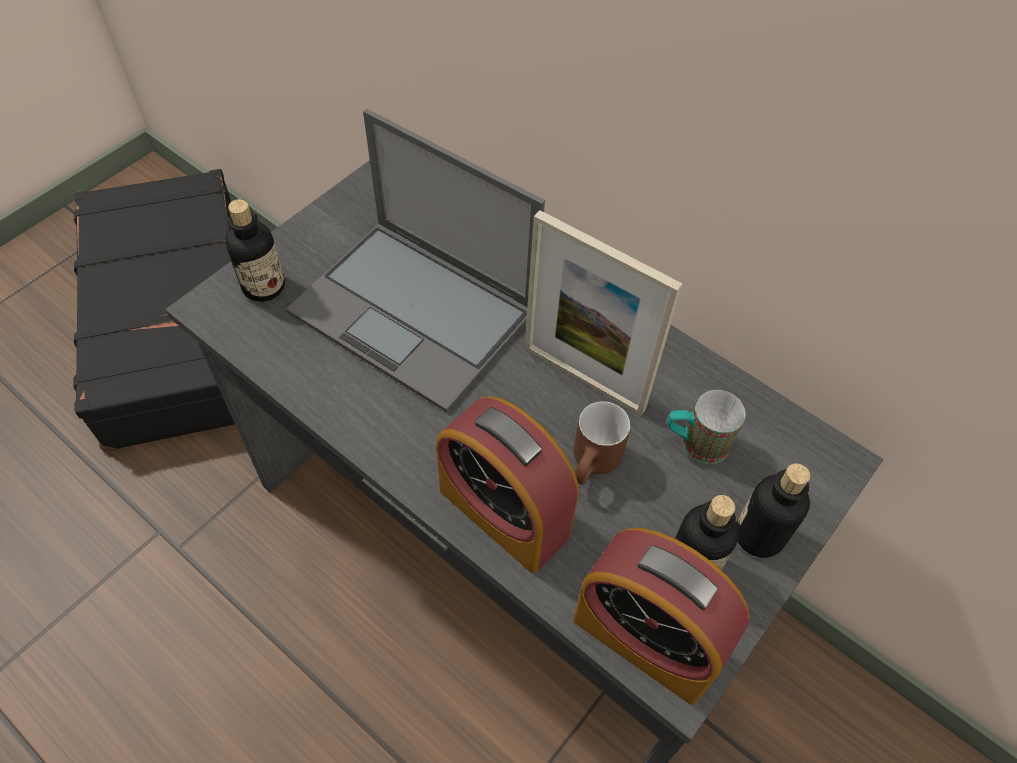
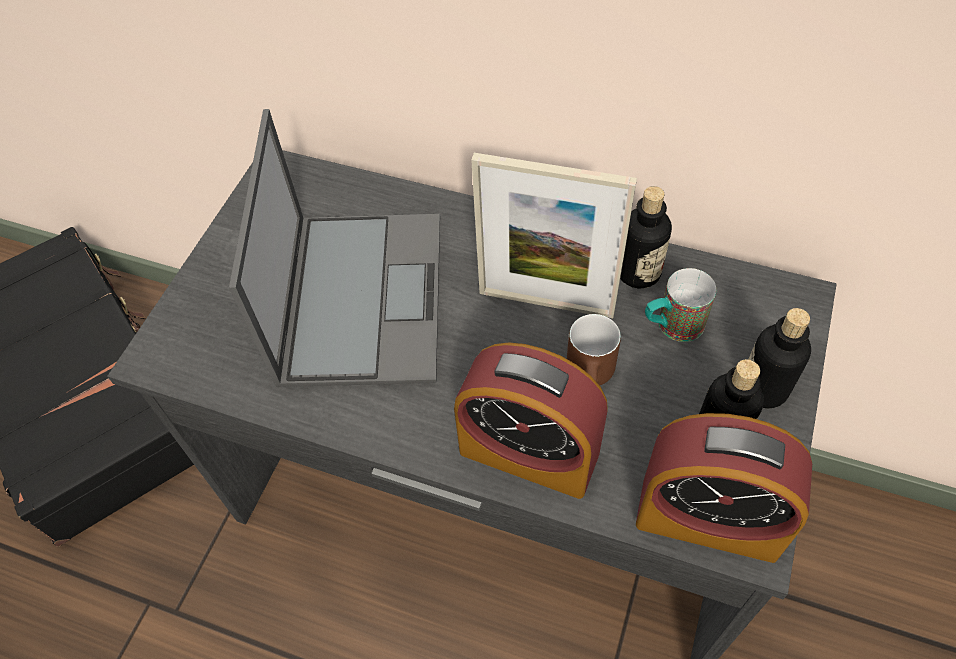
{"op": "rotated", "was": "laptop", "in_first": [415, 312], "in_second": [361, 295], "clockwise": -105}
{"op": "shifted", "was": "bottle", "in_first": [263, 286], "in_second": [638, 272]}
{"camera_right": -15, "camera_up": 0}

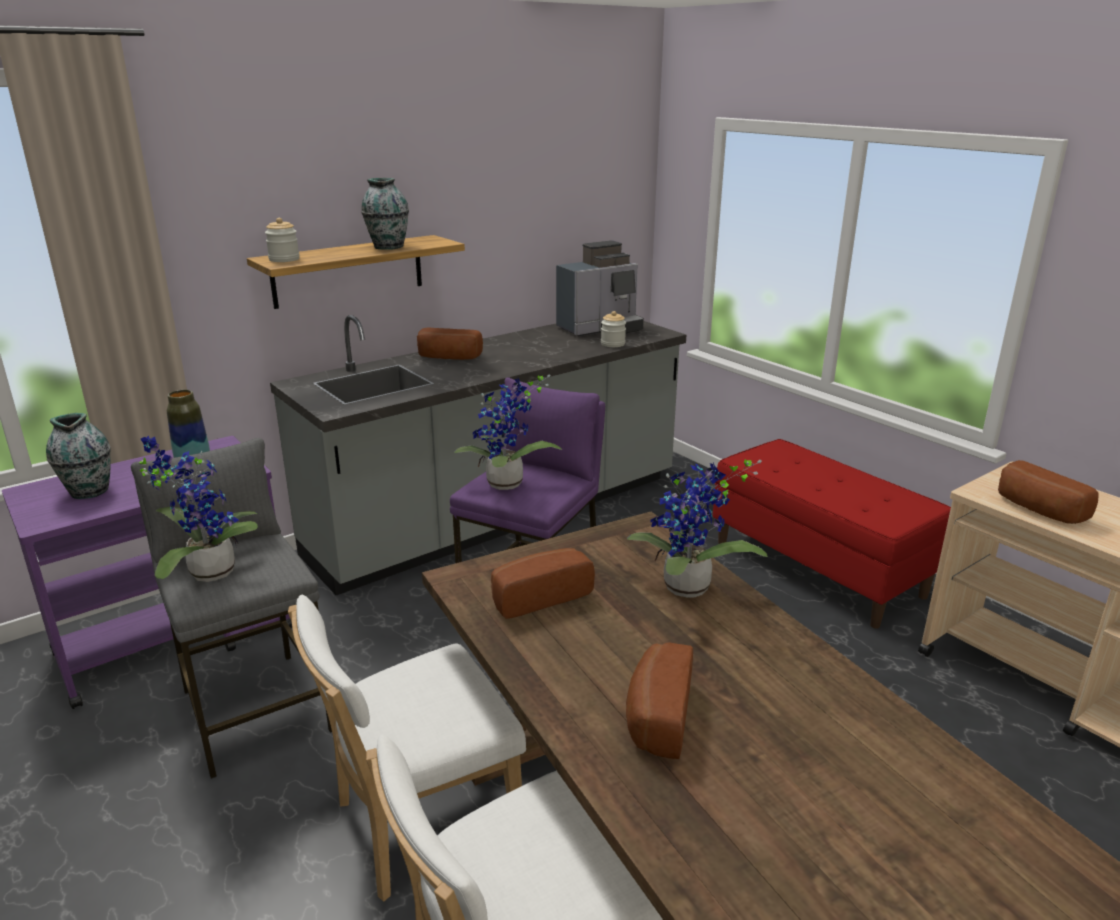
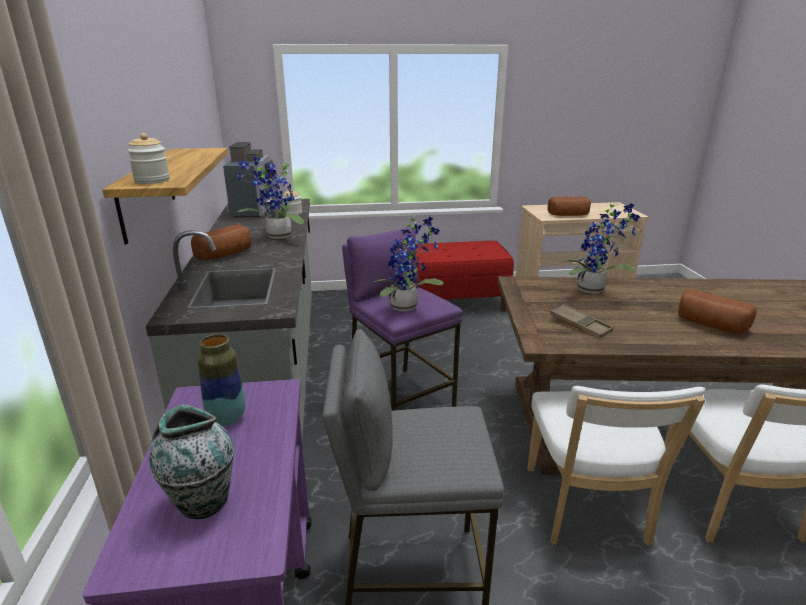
{"op": "gone", "was": "decorative_vase", "in_first": [388, 247]}
{"op": "shifted", "was": "plant_in_a_pot", "in_first": [207, 571], "in_second": [276, 237]}
{"op": "swapped", "was": "baked_bread", "now": "brownish_serving_tray", "in_first": [538, 596], "in_second": [580, 325]}
{"camera_right": -60, "camera_up": 0}

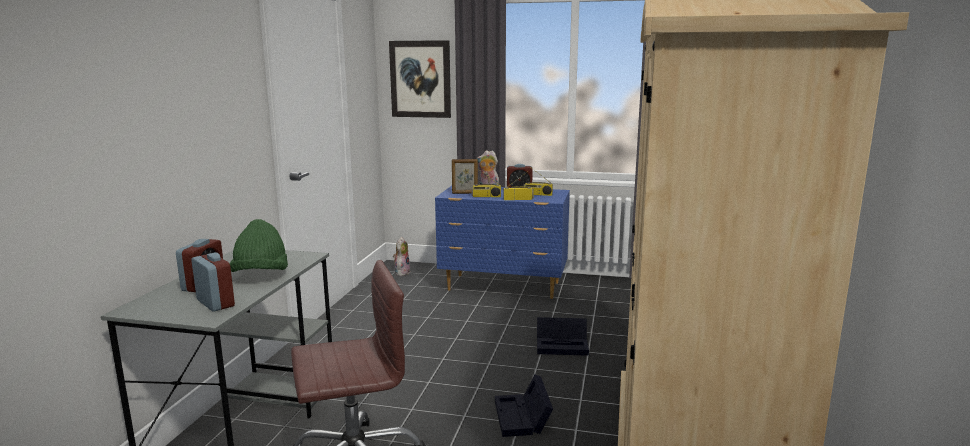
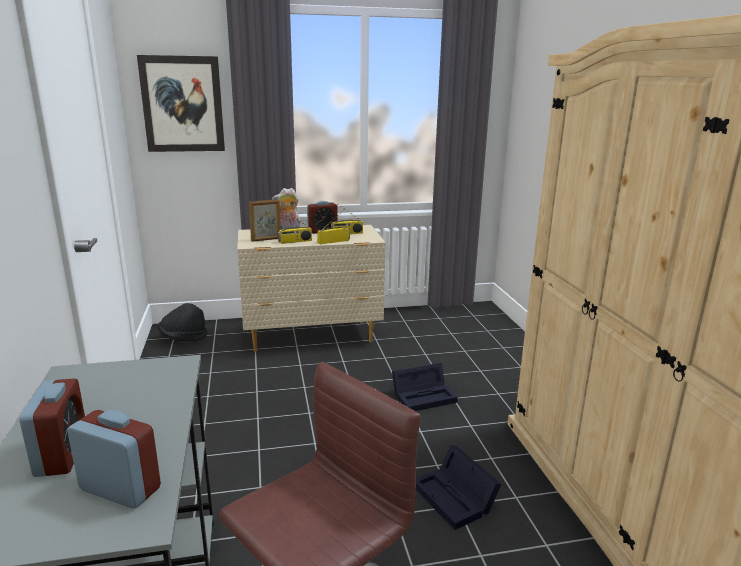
{"op": "repainted", "was": "blue-coloured_dresser", "now": "sand-coloured_dresser", "in_first": [504, 287], "in_second": [313, 337]}
{"op": "gone", "was": "green_clothing_hat", "in_first": [261, 275]}
{"op": "swapped", "was": "cuddly_toy", "now": "black-coloured_clothing_hat", "in_first": [401, 272], "in_second": [183, 338]}
{"camera_right": -25, "camera_up": 5}

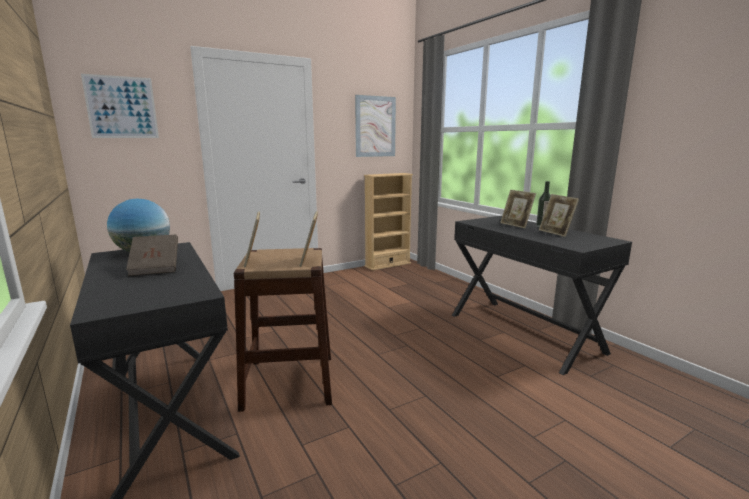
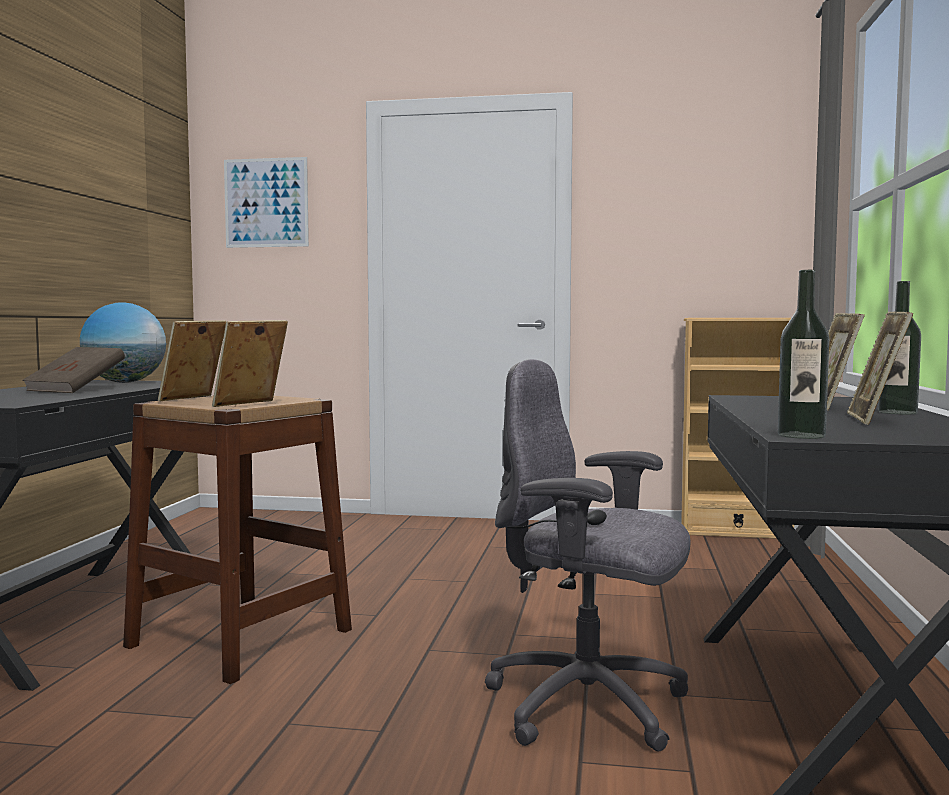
{"op": "gone", "was": "wall_art", "in_first": [375, 126]}
{"op": "new", "now": "bottle", "in_second": [801, 435]}
{"op": "new", "now": "grey_desk_chair", "in_second": [589, 706]}
{"camera_right": 40, "camera_up": -10}

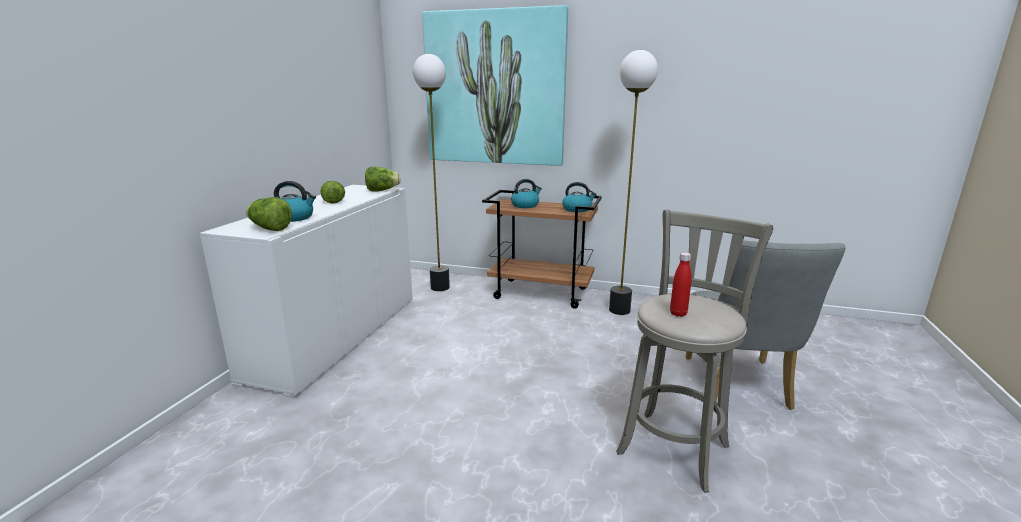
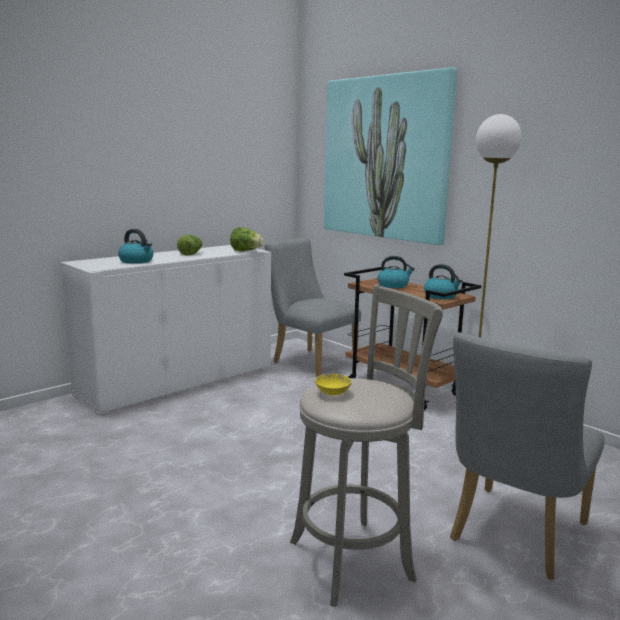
{"op": "swapped", "was": "standard_lamp", "now": "grey_upright_chair", "in_first": [440, 287], "in_second": [309, 362]}
{"op": "gone", "was": "lettuce_head", "in_first": [270, 229]}
{"op": "swapped", "was": "reddish_bottle", "now": "yellowish_bowl", "in_first": [678, 313], "in_second": [332, 393]}
{"camera_right": 30, "camera_up": -5}

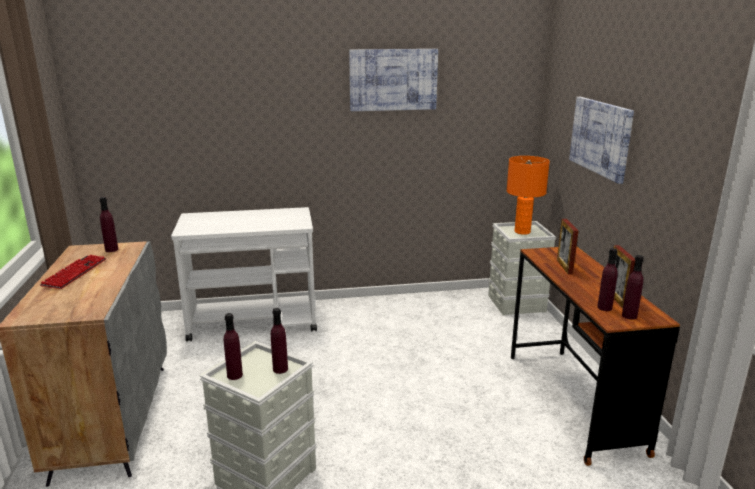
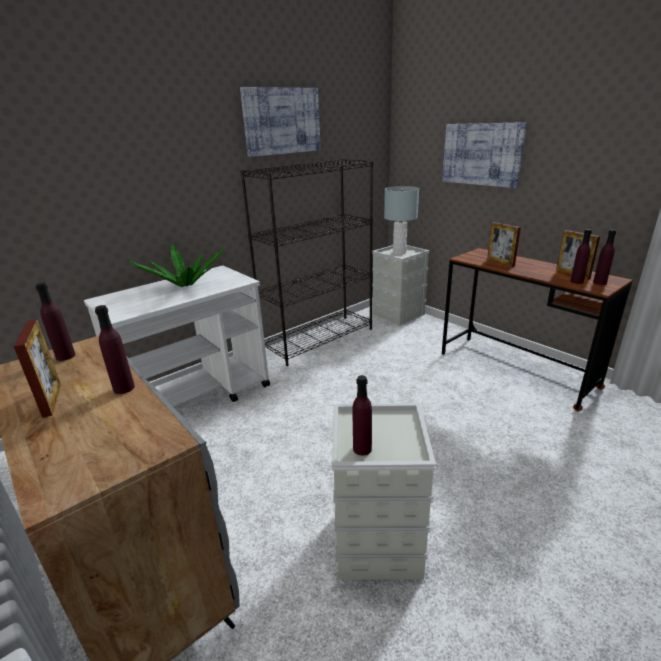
{"op": "repainted", "was": "orangey_lamp_for_a_table", "now": "grey_lamp_for_a_table", "in_first": [522, 232], "in_second": [399, 252]}
{"op": "swapped", "was": "PC_keyboard", "now": "standing_frame", "in_first": [75, 273], "in_second": [52, 399]}
{"op": "shifted", "was": "purple_bottle", "in_first": [280, 369], "in_second": [124, 388]}
{"op": "new", "now": "black-coloured_shelving_unit", "in_second": [319, 339]}
{"op": "new", "now": "plant_in_a_pot", "in_second": [185, 285]}
{"camera_right": -30, "camera_up": 5}

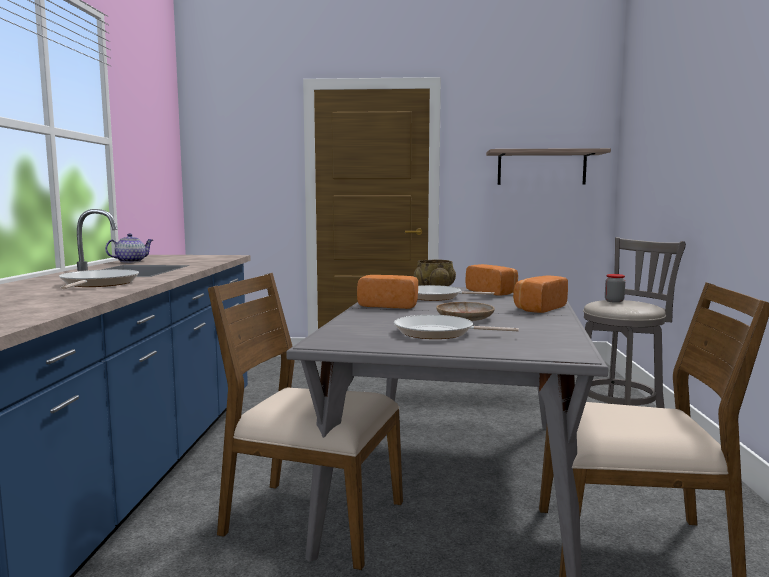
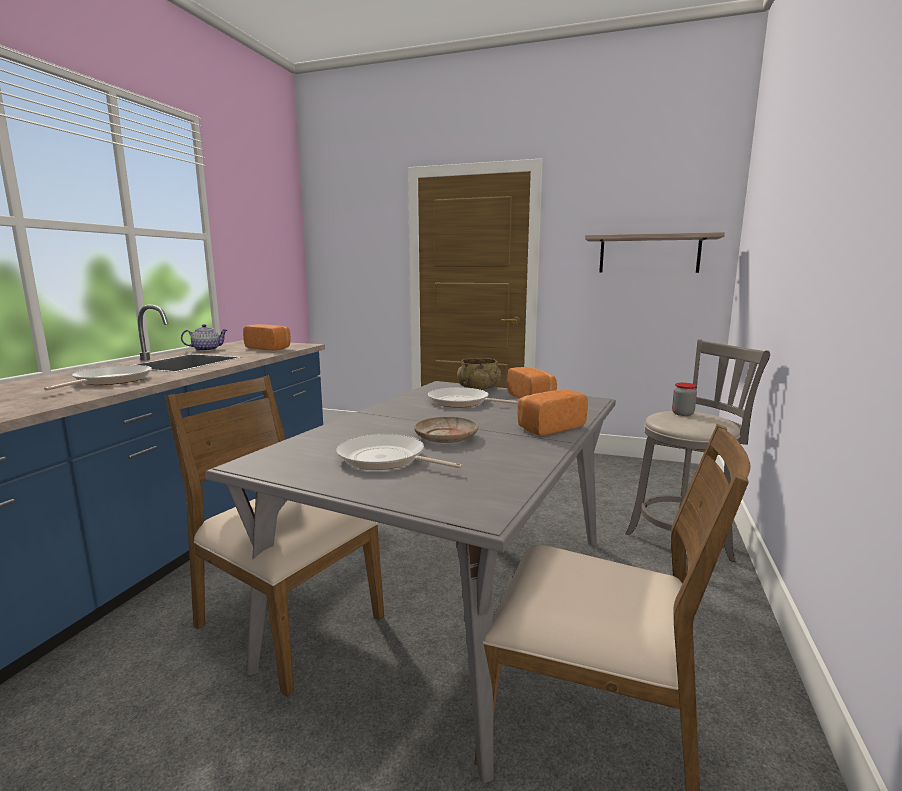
{"op": "shifted", "was": "baked_bread", "in_first": [389, 305], "in_second": [269, 348]}
{"camera_right": 15, "camera_up": 5}

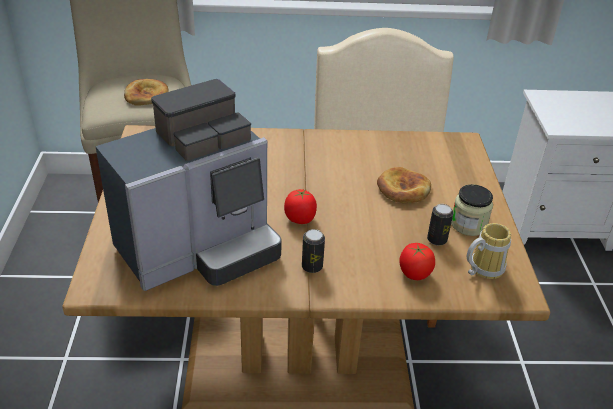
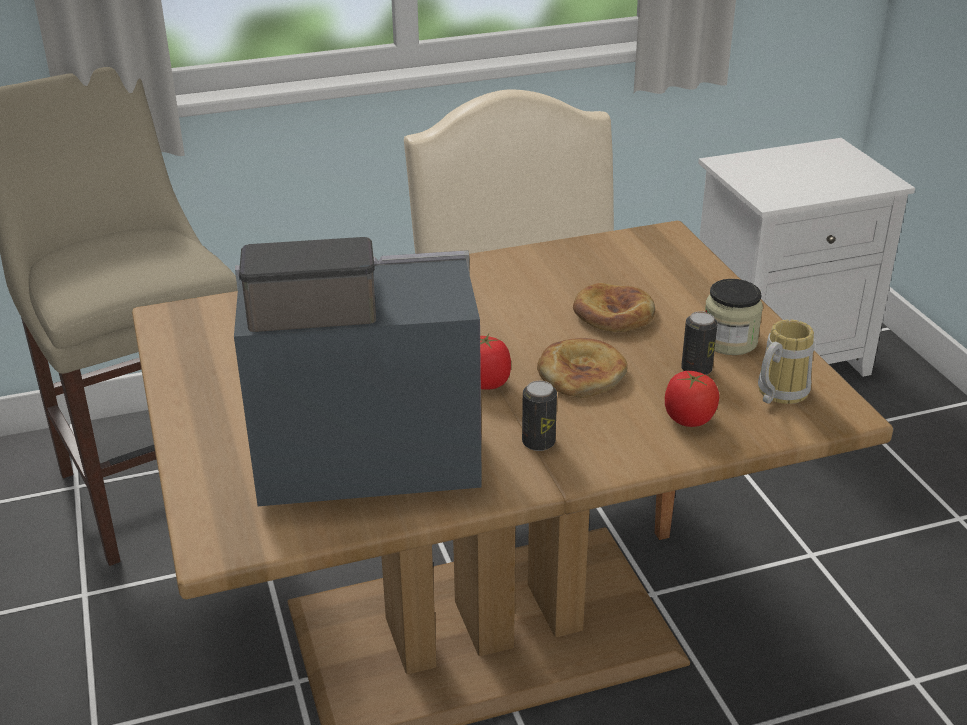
{"op": "rotated", "was": "coffee_brewer", "in_first": [200, 249], "in_second": [357, 456], "clockwise": -135}
{"op": "shifted", "was": "baked_bread", "in_first": [146, 95], "in_second": [581, 373]}
{"camera_right": -15, "camera_up": -5}

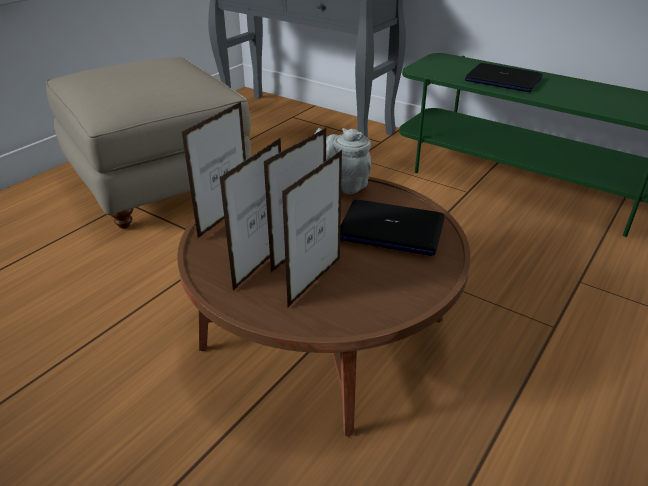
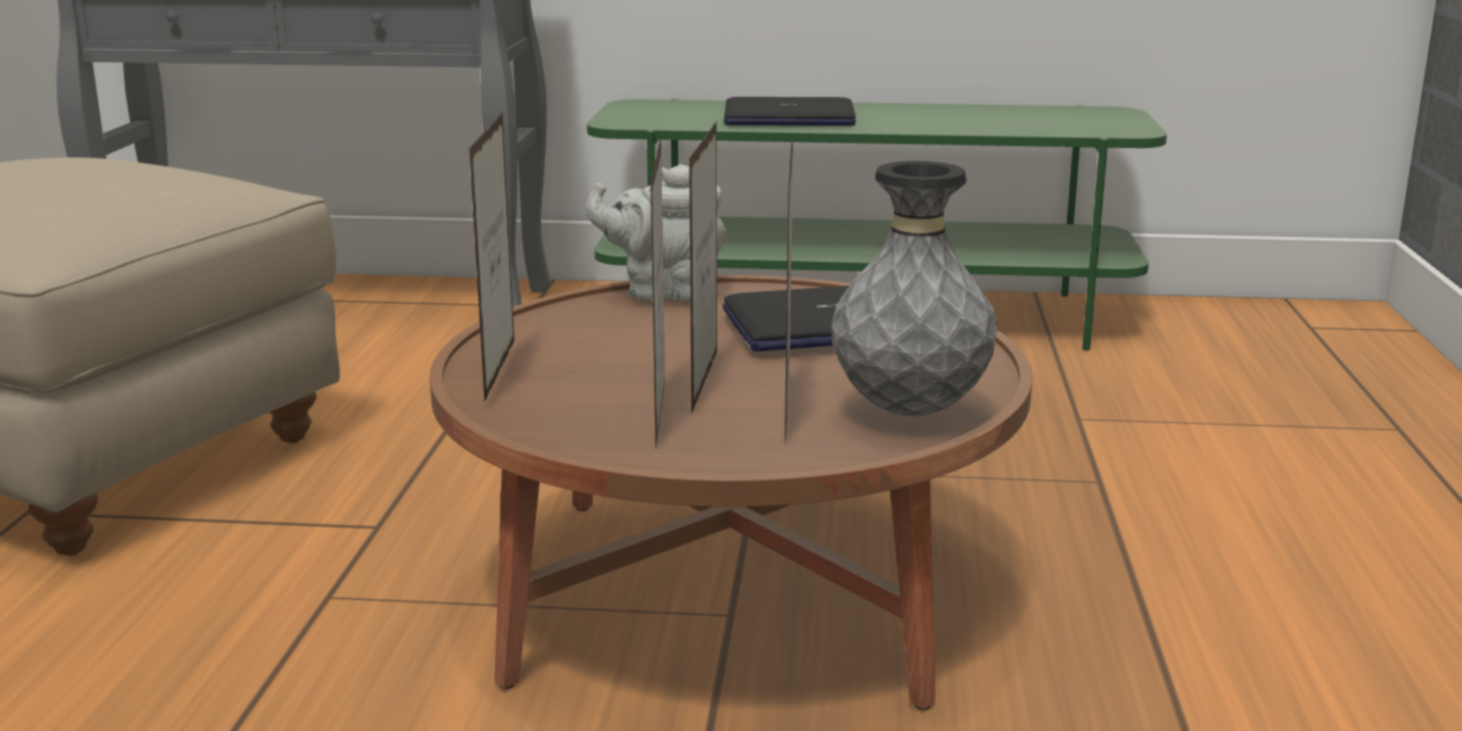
{"op": "new", "now": "grey_decorative_vase", "in_second": [910, 411]}
{"camera_right": -30, "camera_up": -15}

